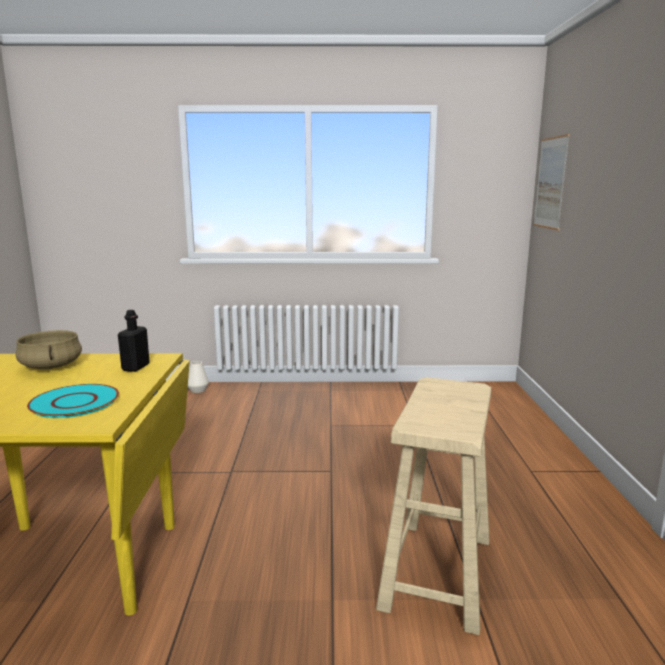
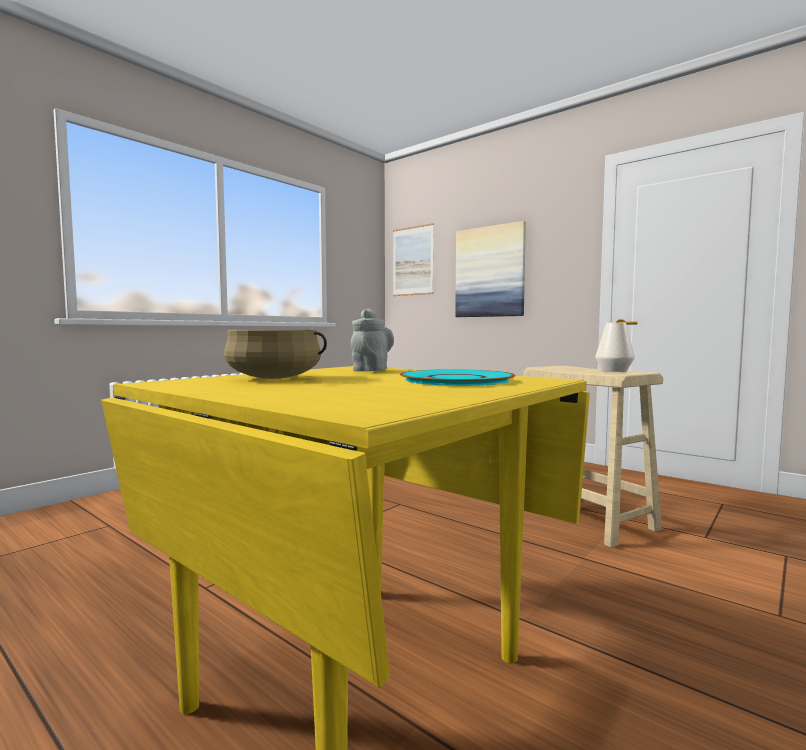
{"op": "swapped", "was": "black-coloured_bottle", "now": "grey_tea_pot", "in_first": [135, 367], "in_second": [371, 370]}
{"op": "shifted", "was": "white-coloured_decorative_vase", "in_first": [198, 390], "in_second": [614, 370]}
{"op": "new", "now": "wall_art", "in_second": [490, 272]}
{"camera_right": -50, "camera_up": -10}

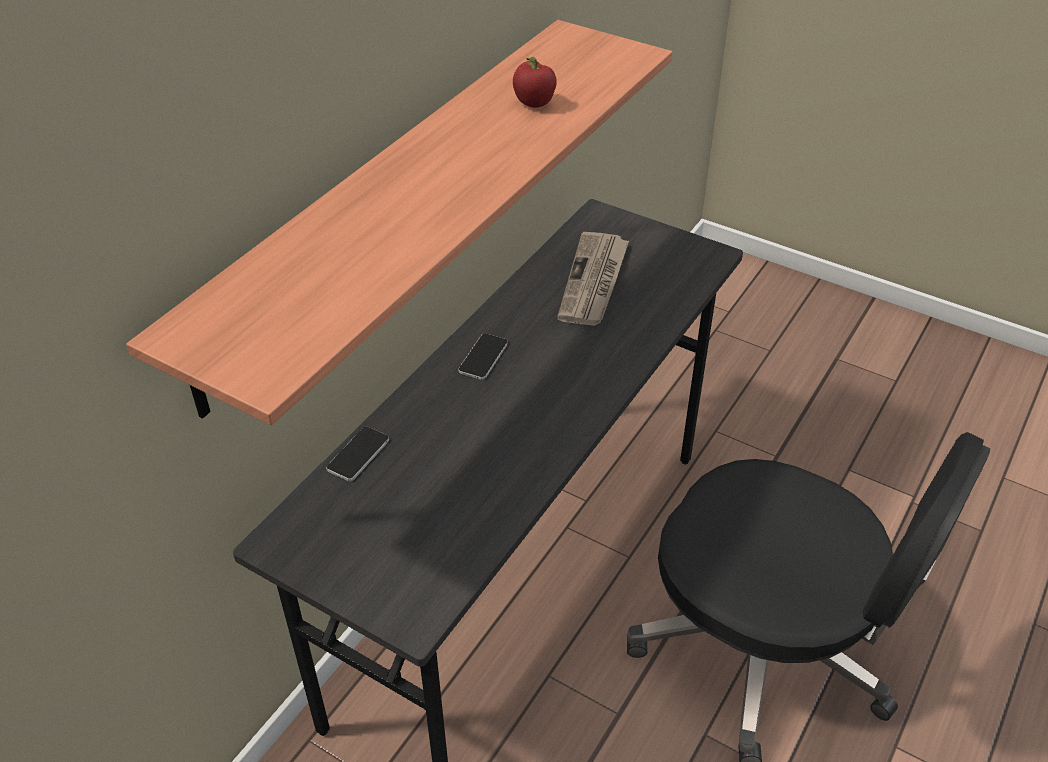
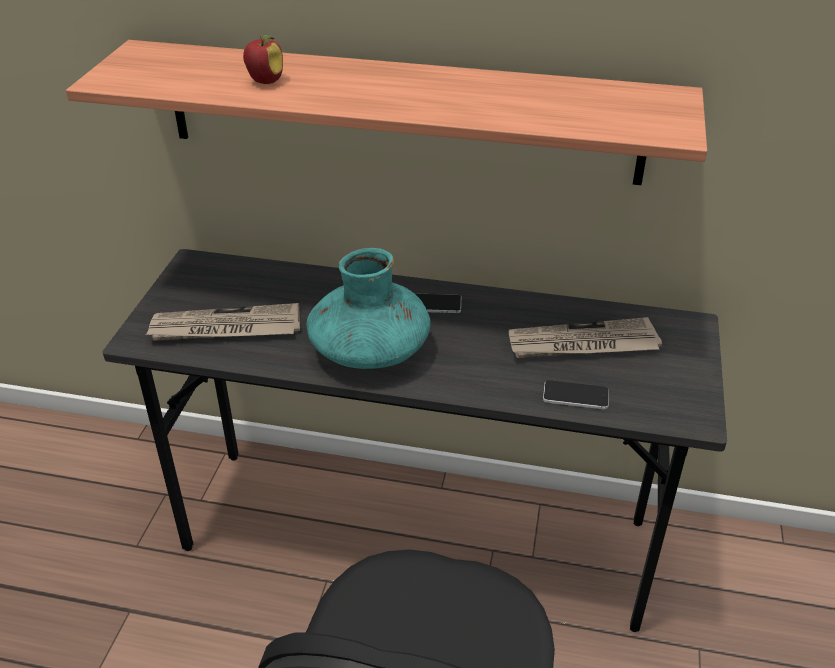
{"op": "shifted", "was": "whole_apple", "in_first": [533, 105], "in_second": [265, 81]}
{"op": "shifted", "was": "telephone", "in_first": [358, 454], "in_second": [575, 396]}
{"op": "new", "now": "turquoise-coloured_decorative_vase", "in_second": [369, 350]}
{"op": "new", "now": "daily_paper", "in_second": [225, 328]}
{"camera_right": 70, "camera_up": -5}

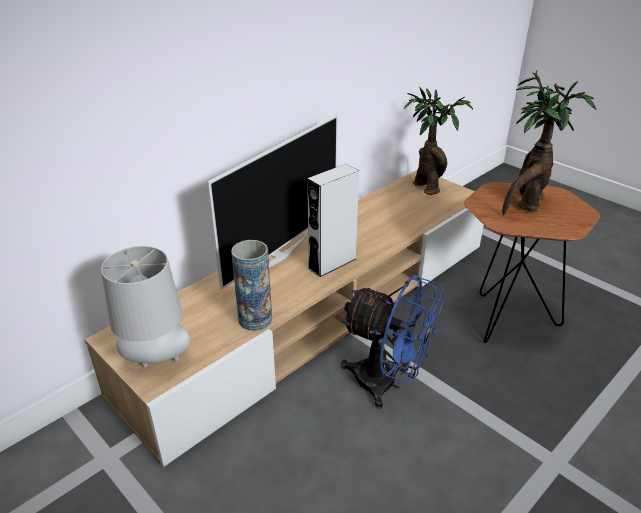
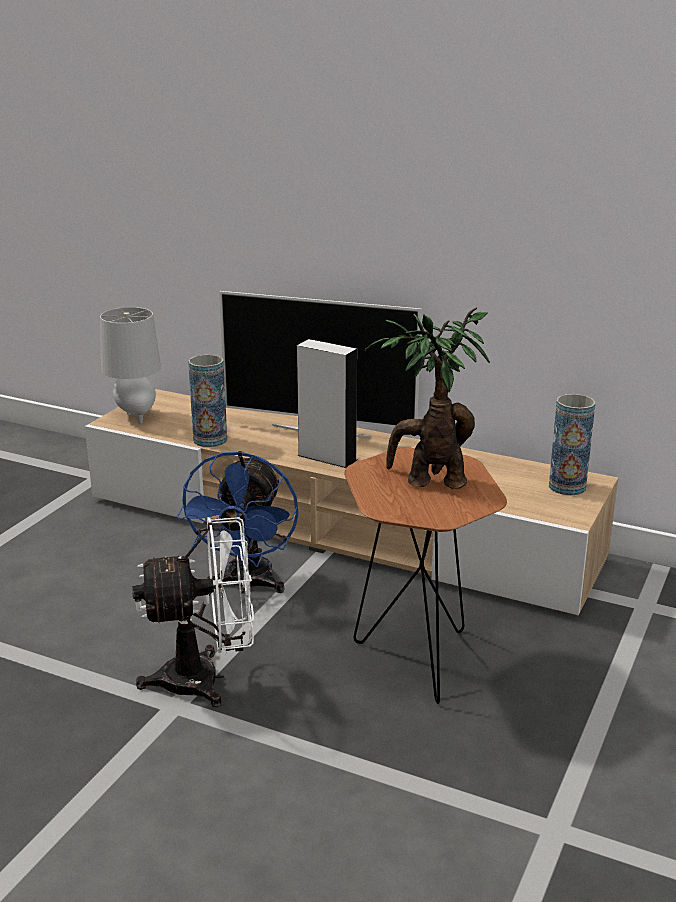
{"op": "swapped", "was": "plant_in_a_pot", "now": "decorative_vase", "in_first": [426, 186], "in_second": [567, 486]}
{"op": "new", "now": "white-coloured_fan", "in_second": [206, 679]}
{"camera_right": 70, "camera_up": -10}

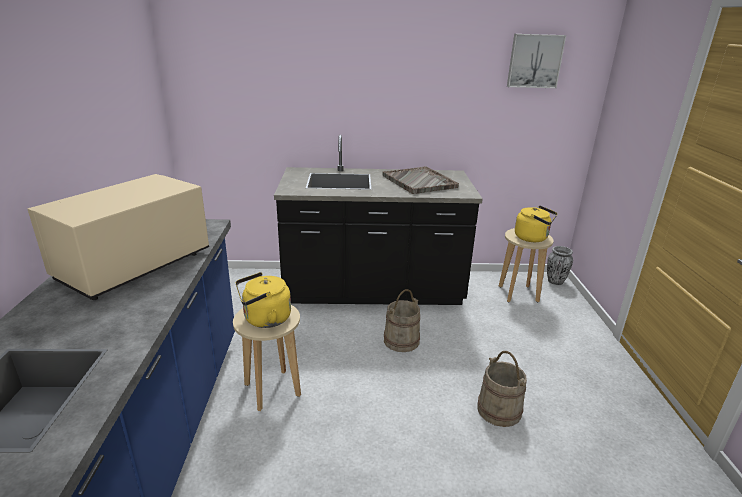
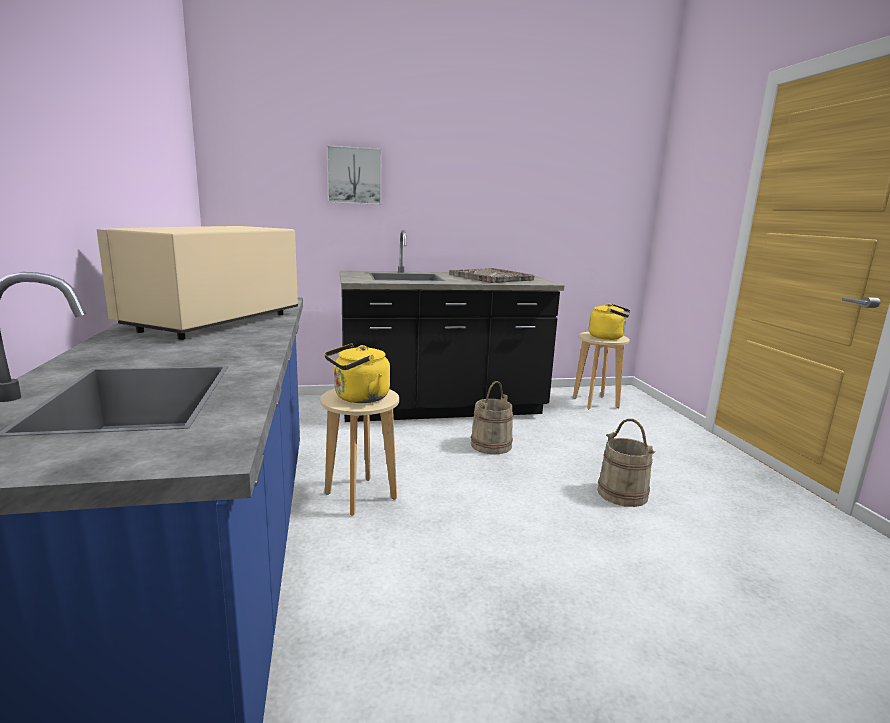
{"op": "shifted", "was": "wall_art", "in_first": [534, 61], "in_second": [354, 176]}
{"op": "gone", "was": "decorative_vase", "in_first": [555, 281]}
{"camera_right": -10, "camera_up": -10}

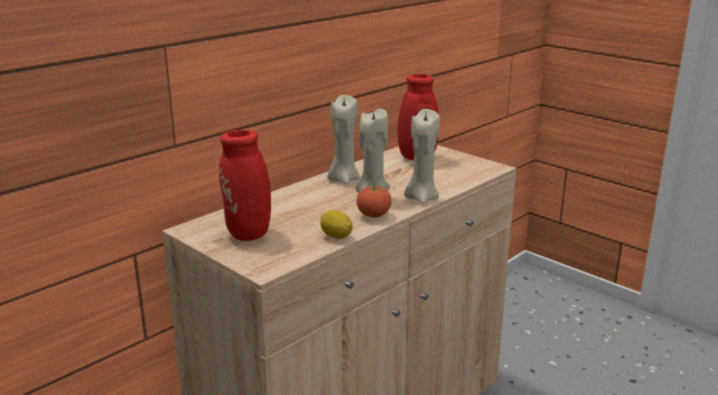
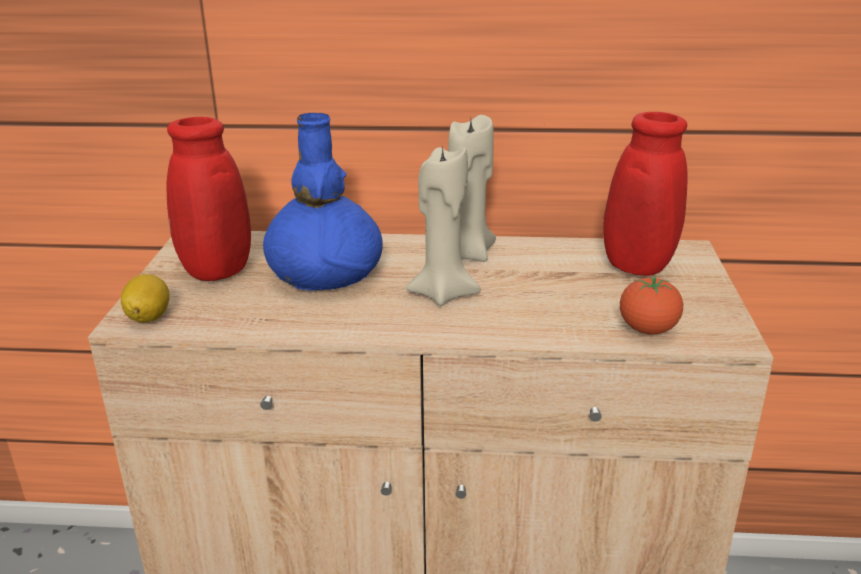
{"op": "gone", "was": "sand-coloured_wax_light", "in_first": [421, 198]}
{"op": "shifted", "was": "whole_tomato", "in_first": [373, 216], "in_second": [647, 330]}
{"op": "shifted", "was": "citrus_fruit", "in_first": [336, 236], "in_second": [149, 317]}
{"op": "new", "now": "blue-coloured_decorative_vase", "in_second": [324, 274]}
{"camera_right": 50, "camera_up": 5}

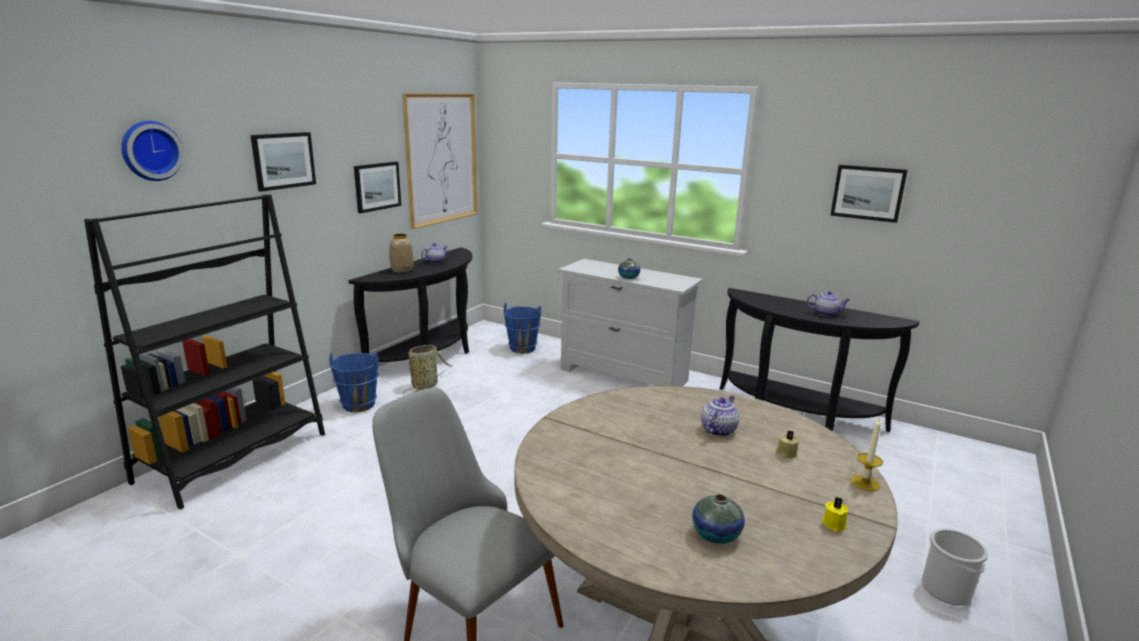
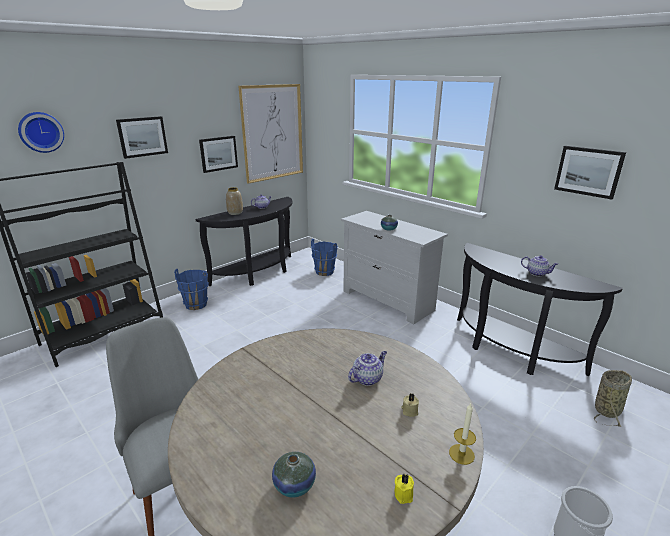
{"op": "shifted", "was": "household_basket", "in_first": [426, 385], "in_second": [607, 409]}
{"camera_right": 15, "camera_up": 5}

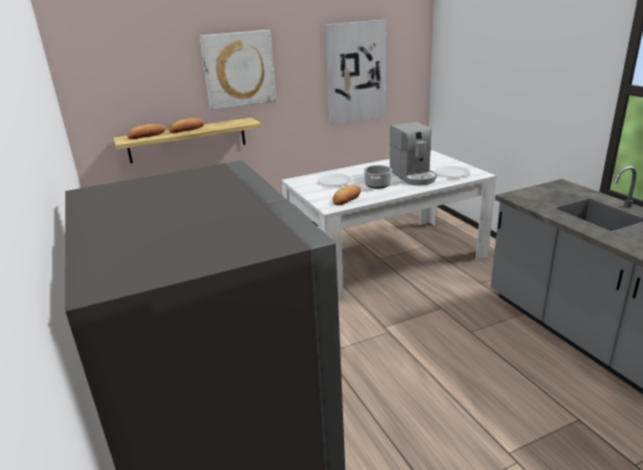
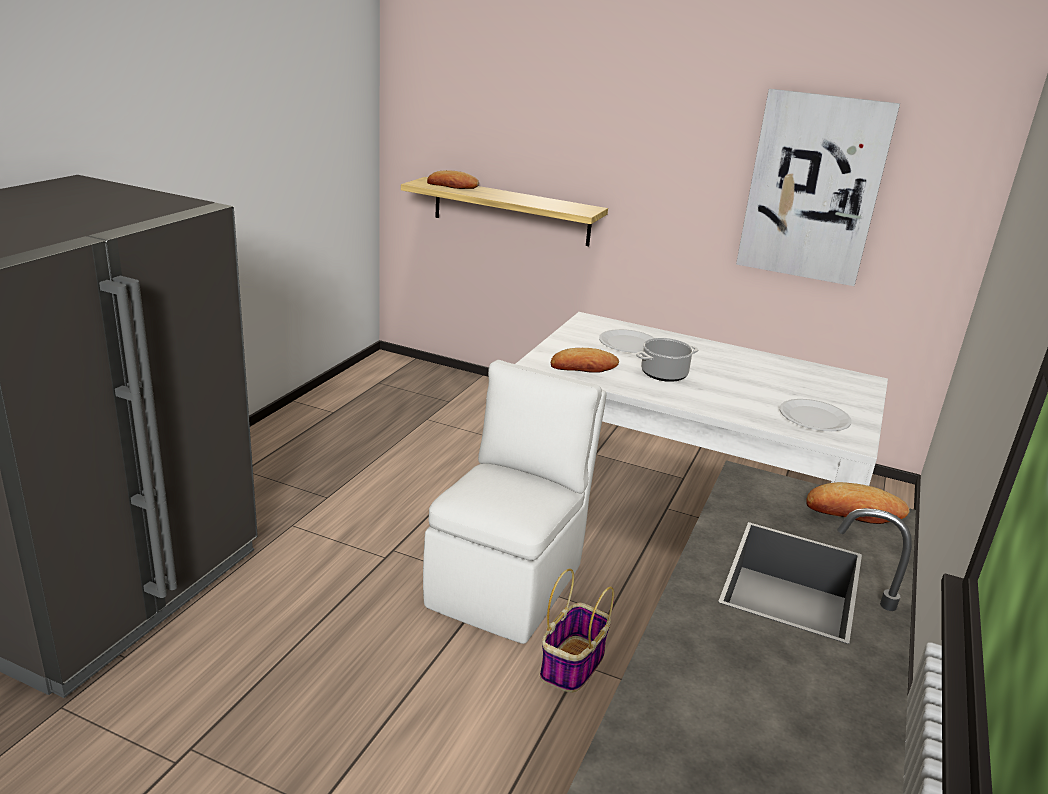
{"op": "gone", "was": "wall_art", "in_first": [239, 69]}
{"op": "shifted", "was": "baked_bread", "in_first": [187, 129], "in_second": [854, 511]}
{"op": "gone", "was": "coffee_brewer", "in_first": [413, 176]}
{"op": "new", "now": "white-coloured_upright_chair", "in_second": [508, 583]}
{"op": "new", "now": "household_basket", "in_second": [572, 666]}
{"camera_right": 45, "camera_up": 0}

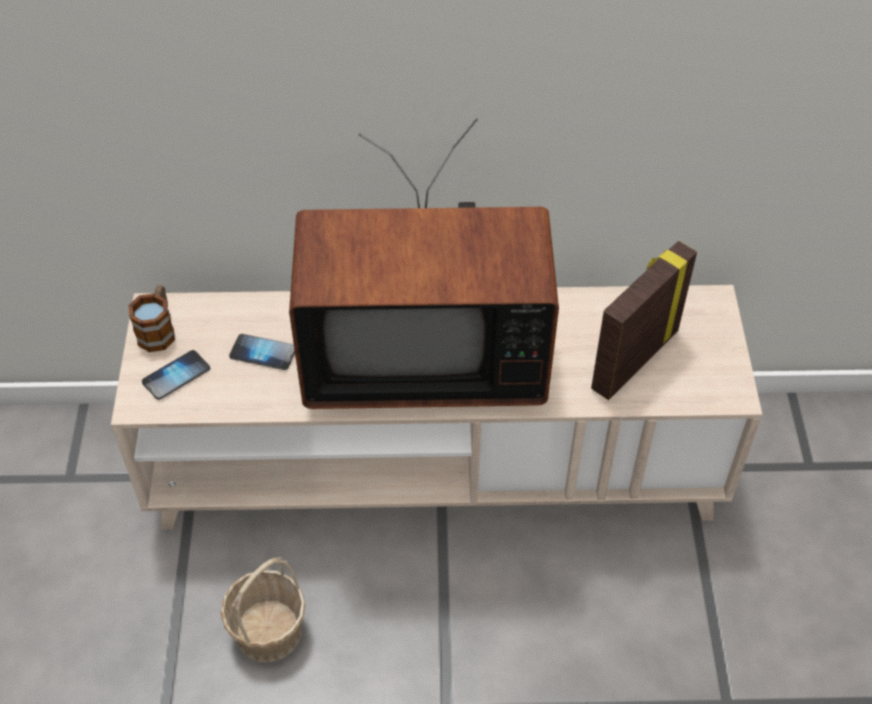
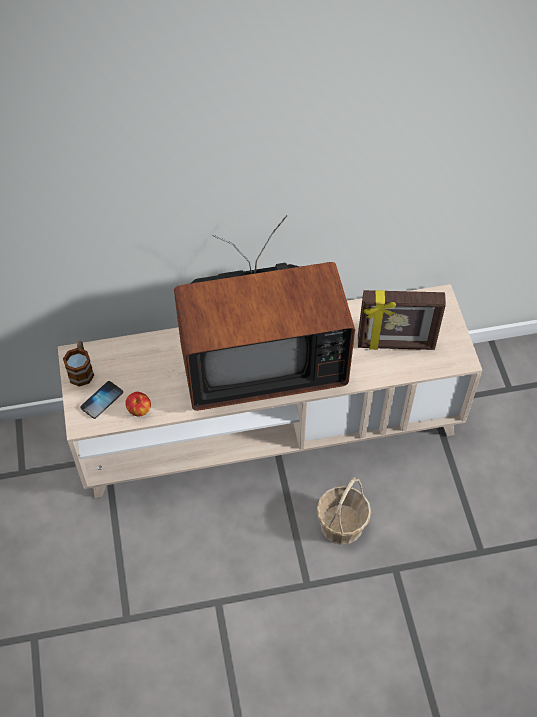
{"op": "rotated", "was": "standing_frame", "in_first": [633, 359], "in_second": [396, 345], "clockwise": -120}
{"op": "gone", "was": "telephone", "in_first": [263, 353]}
{"op": "shifted", "was": "household_basket", "in_first": [268, 631], "in_second": [341, 525]}
{"op": "new", "now": "whole_apple", "in_second": [139, 410]}
{"camera_right": -10, "camera_up": 5}

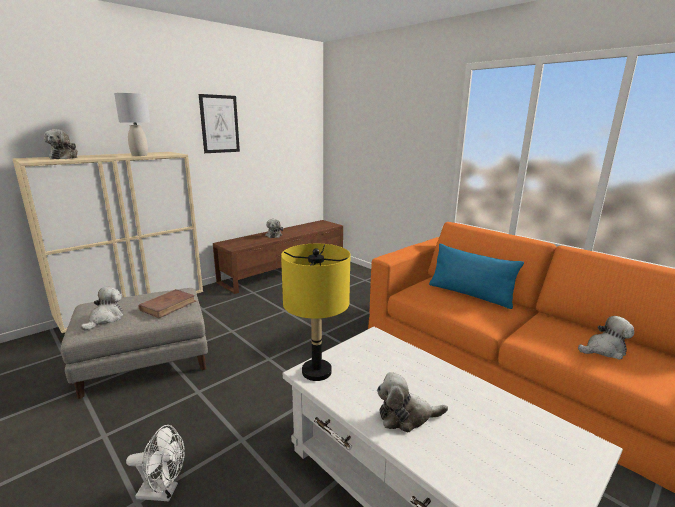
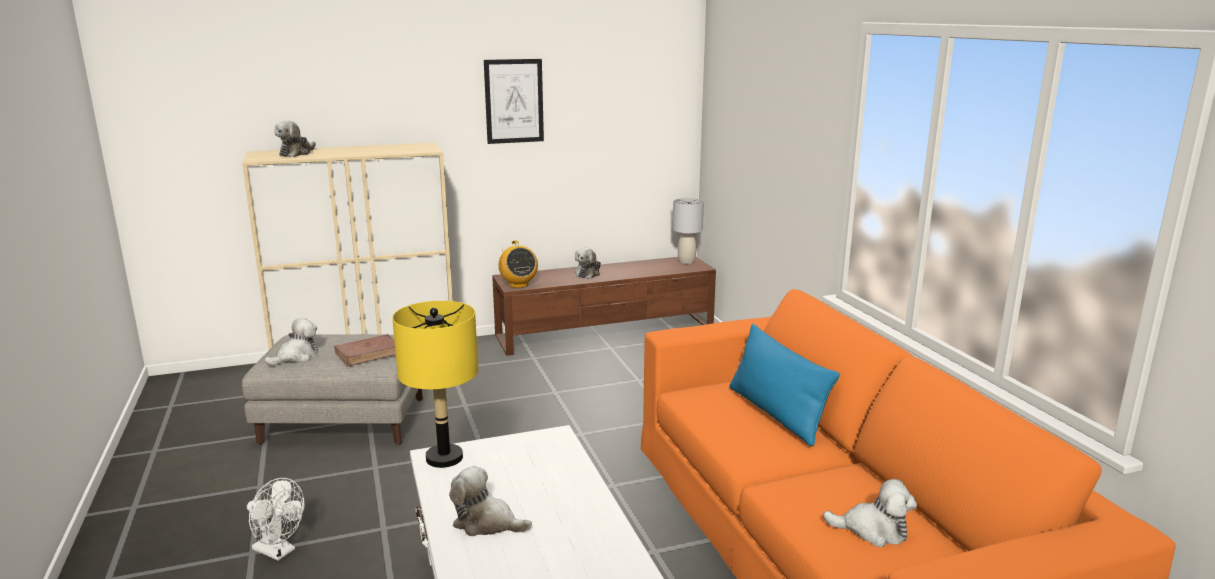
{"op": "shifted", "was": "grey_lamp_for_a_table", "in_first": [139, 155], "in_second": [686, 262]}
{"op": "new", "now": "radio_set", "in_second": [518, 285]}
{"camera_right": 25, "camera_up": 0}

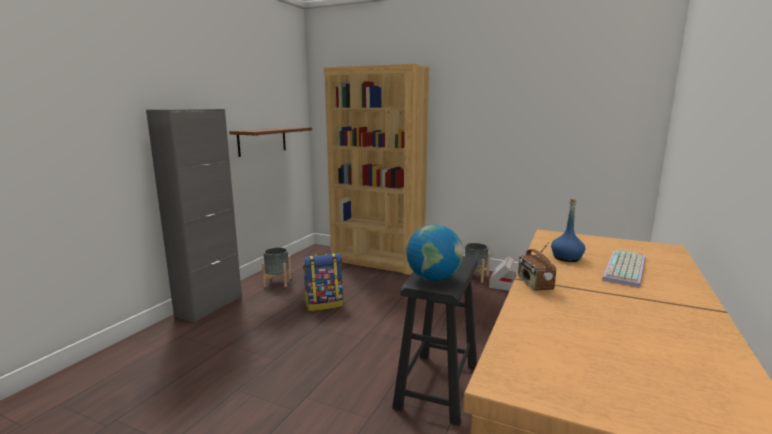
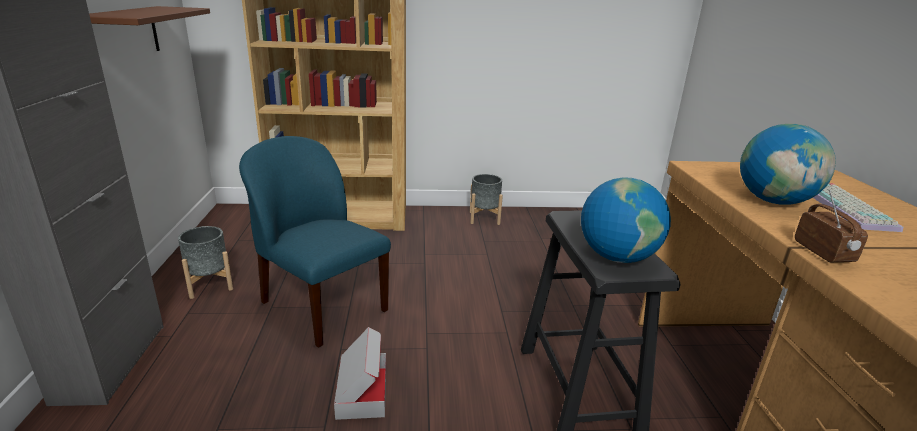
{"op": "swapped", "was": "blue-coloured_bottle", "now": "world_globe", "in_first": [567, 258], "in_second": [774, 201]}
{"op": "rotated", "was": "radio_set", "in_first": [534, 284], "in_second": [823, 252], "clockwise": -150}
{"op": "swapped", "was": "knapsack", "now": "blue-coloured_upright_chair", "in_first": [324, 304], "in_second": [322, 305]}
{"op": "shifted", "was": "cardboard_box", "in_first": [502, 283], "in_second": [362, 391]}
{"camera_right": -30, "camera_up": 10}

